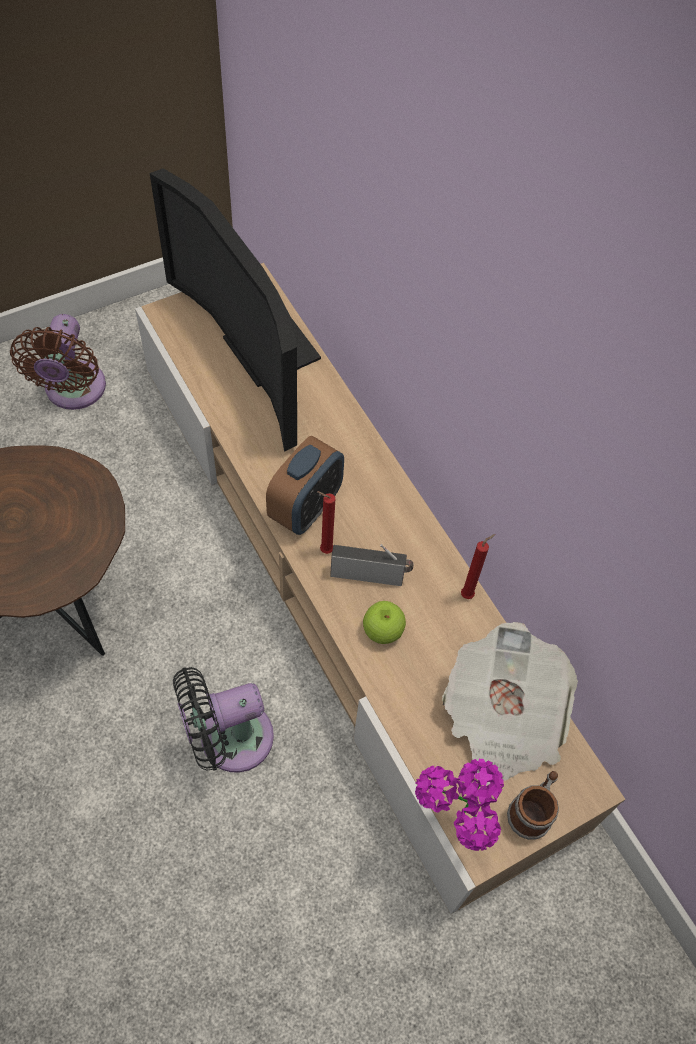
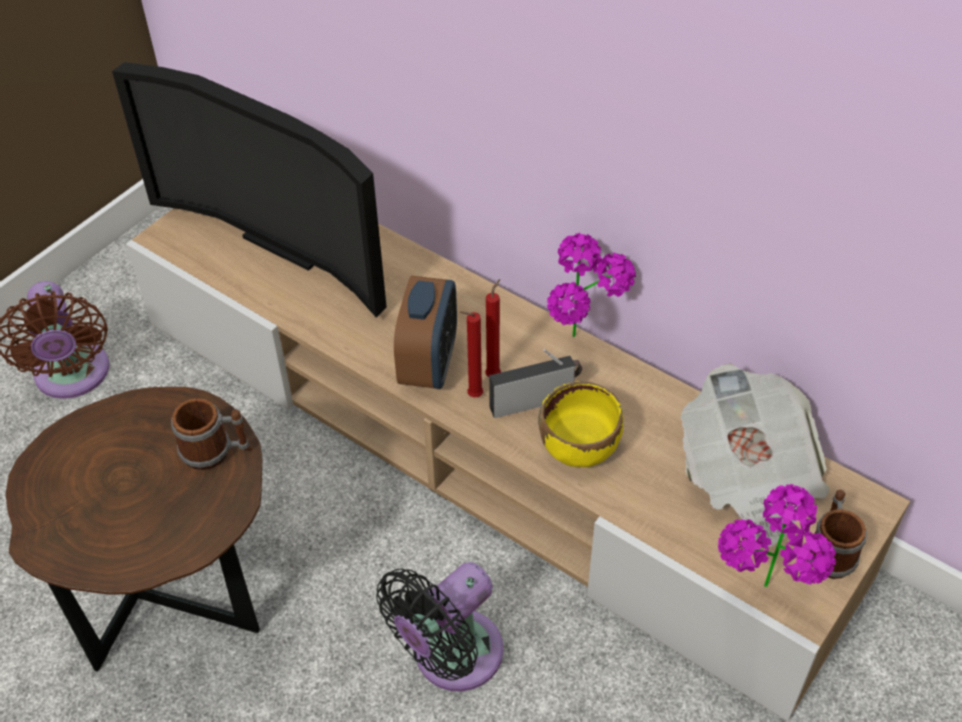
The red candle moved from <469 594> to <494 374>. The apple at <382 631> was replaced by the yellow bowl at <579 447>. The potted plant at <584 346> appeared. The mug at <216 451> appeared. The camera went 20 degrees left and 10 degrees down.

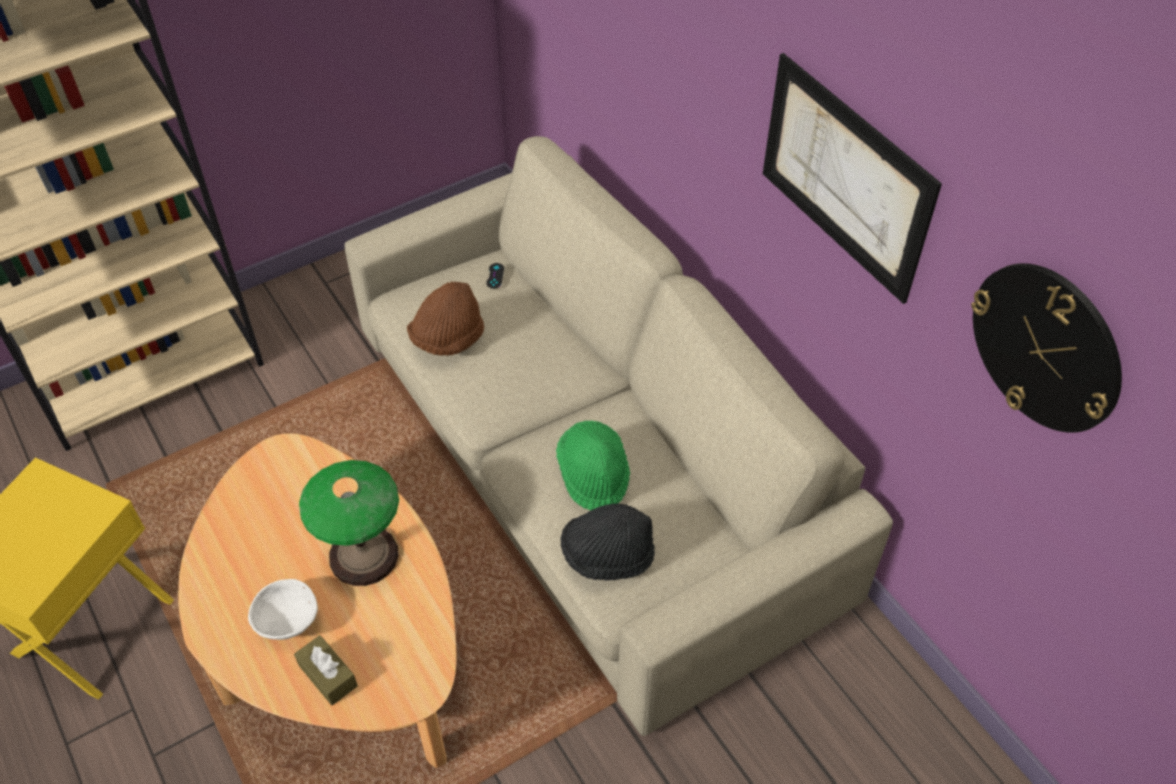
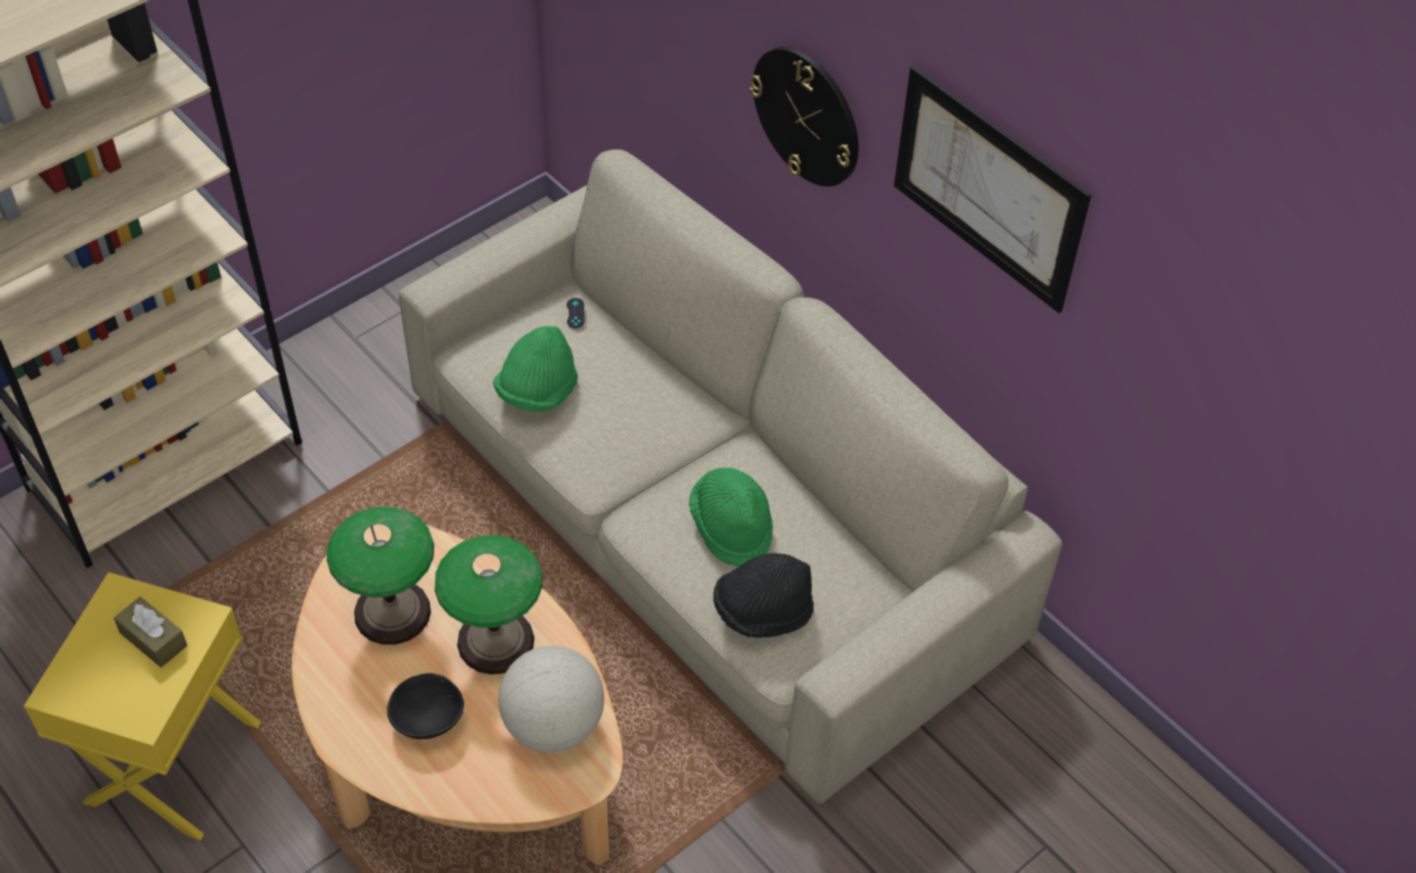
The wall clock moved from <1046 347> to <807 116>. The brown hat at <448 339> became the green hat at <537 391>. The white bowl at <287 622> became the black bowl at <427 721>. The brown tissue box moved from <328 675> to <153 639>. The table lamp at <392 613> appeared. The globe at <553 725> appeared. The camera went 10 degrees left and 0 degrees up.

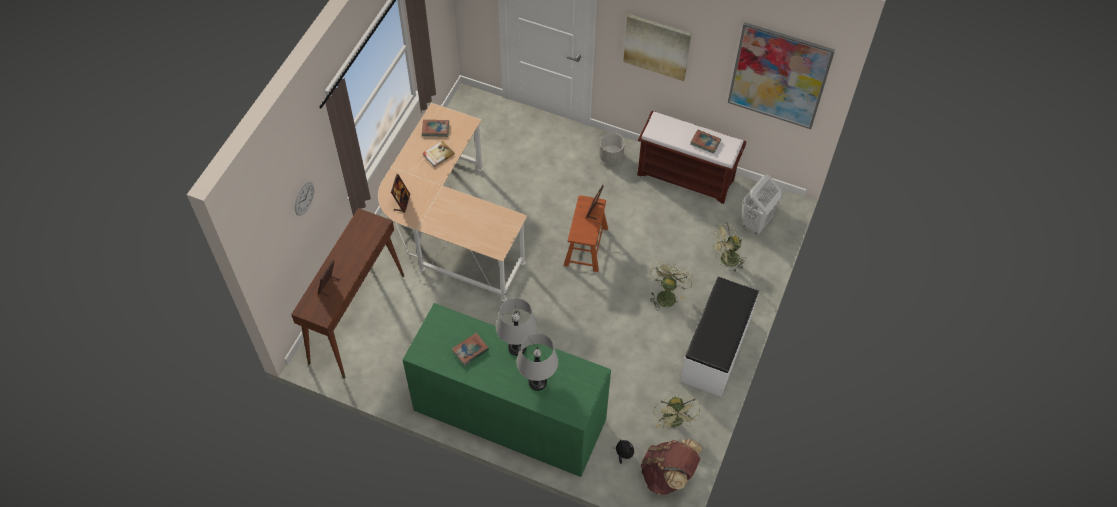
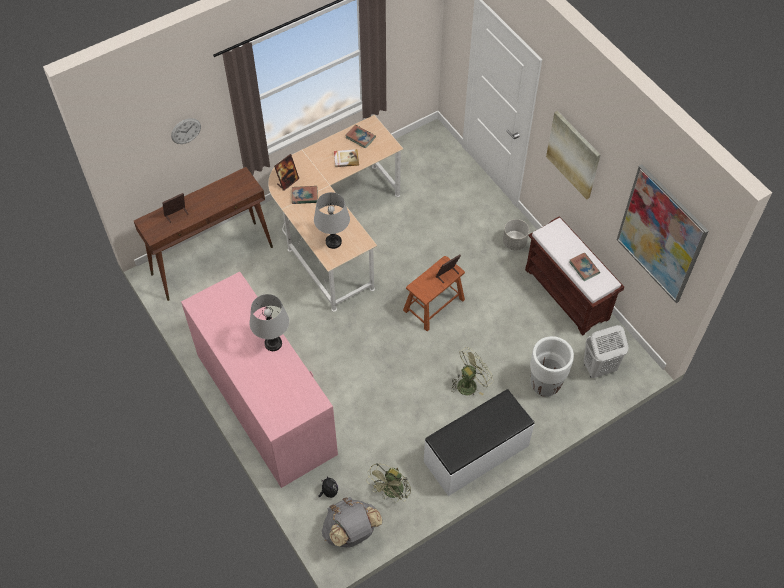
The green fan at <726 260> was replaced by the white planter at <545 385>. The green dresser at <509 414> became the pink dresser at <266 403>. The book moved from <470 350> to <304 196>. The grey table lamp moved from <537 382> to <333 242>. The brown backpack at <668 475> became the grey backpack at <351 532>. The camera went 35 degrees right and 0 degrees up.

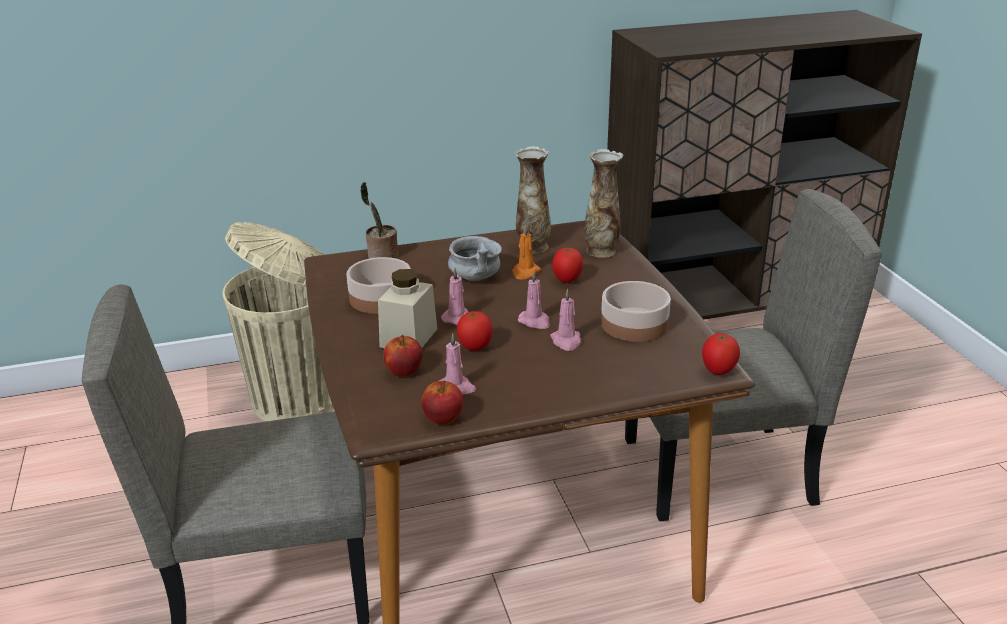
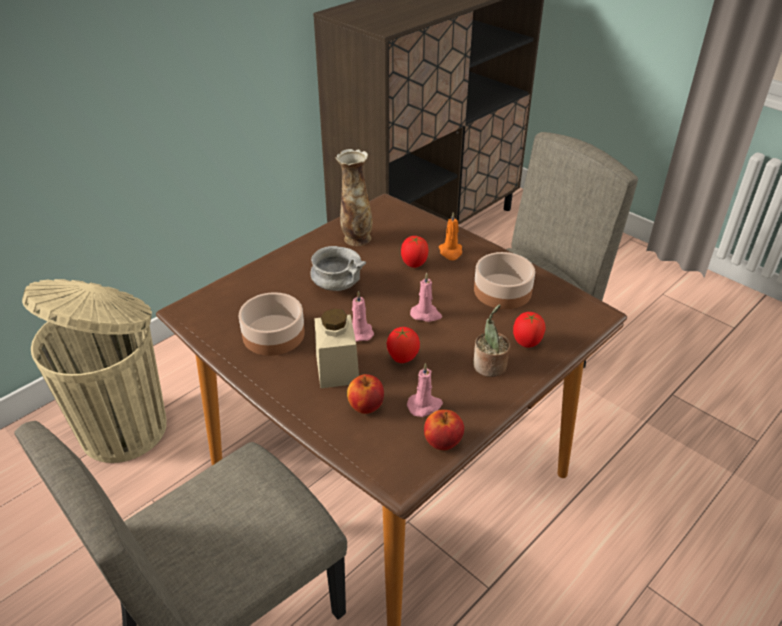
The vase at <601 251> disappeared. The potted plant moved from <381 256> to <489 367>. The orange candle moved from <525 272> to <450 252>. The pink candle at <566 341> disappeared. The tomato moved from <718 372> to <526 343>. The camera went 30 degrees left and 10 degrees up.

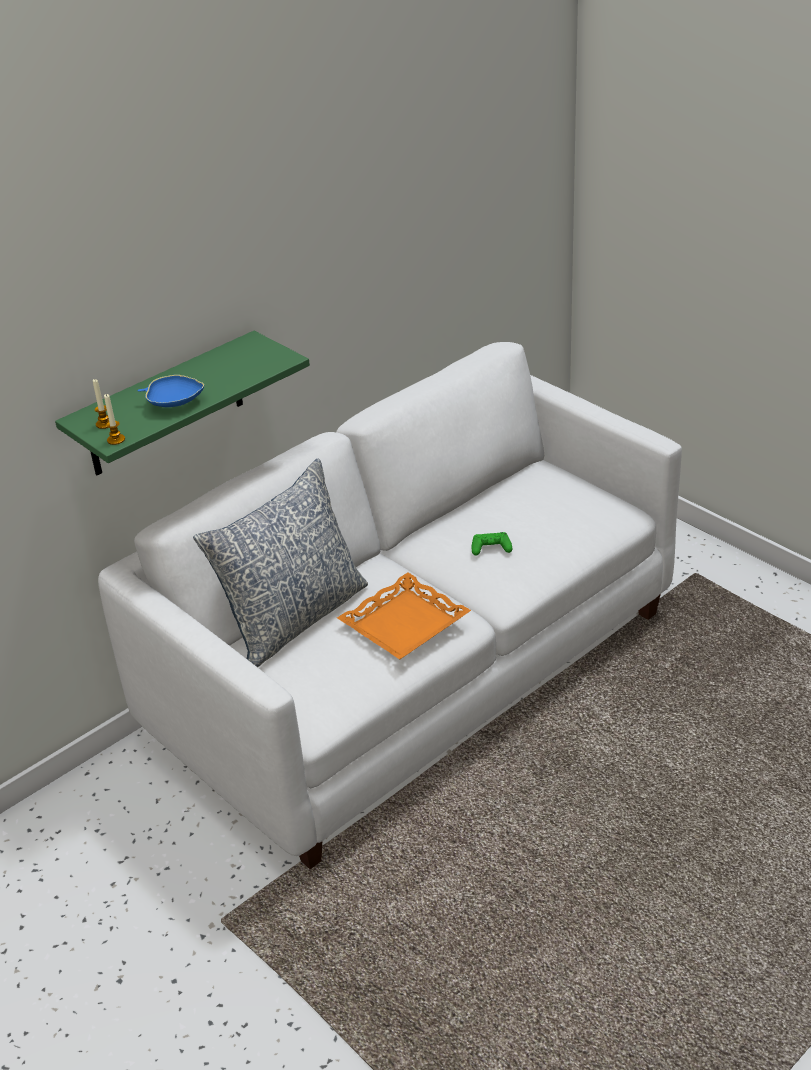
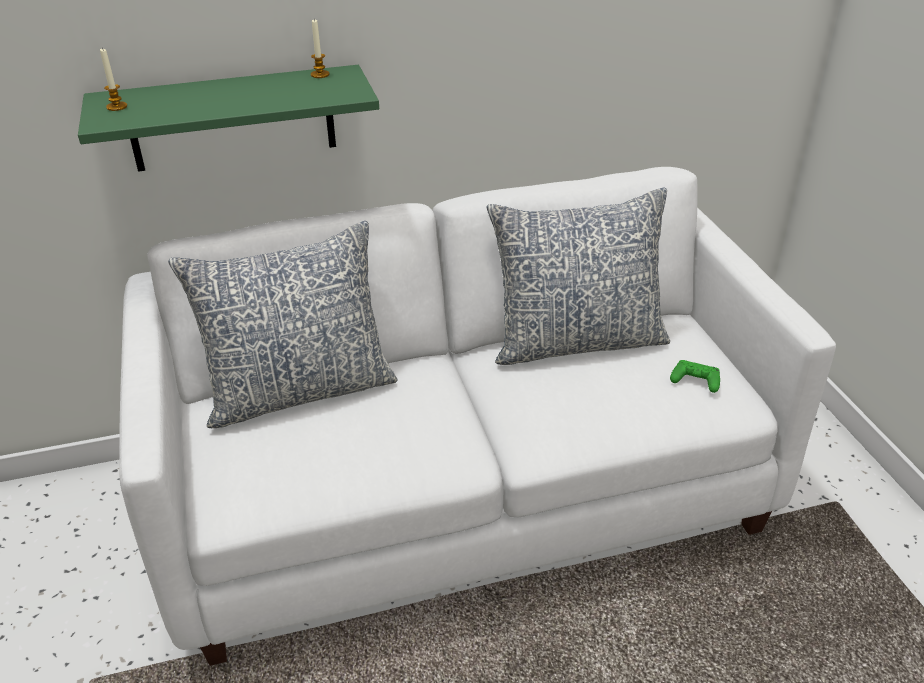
The blue bowl at <174 402> disappeared. The candle moved from <116 440> to <320 75>. The green game controller moved from <491 548> to <695 380>. The orange tray at <405 624> disappeared. The pillow at <576 341> appeared. The camera went 25 degrees right and 0 degrees up.

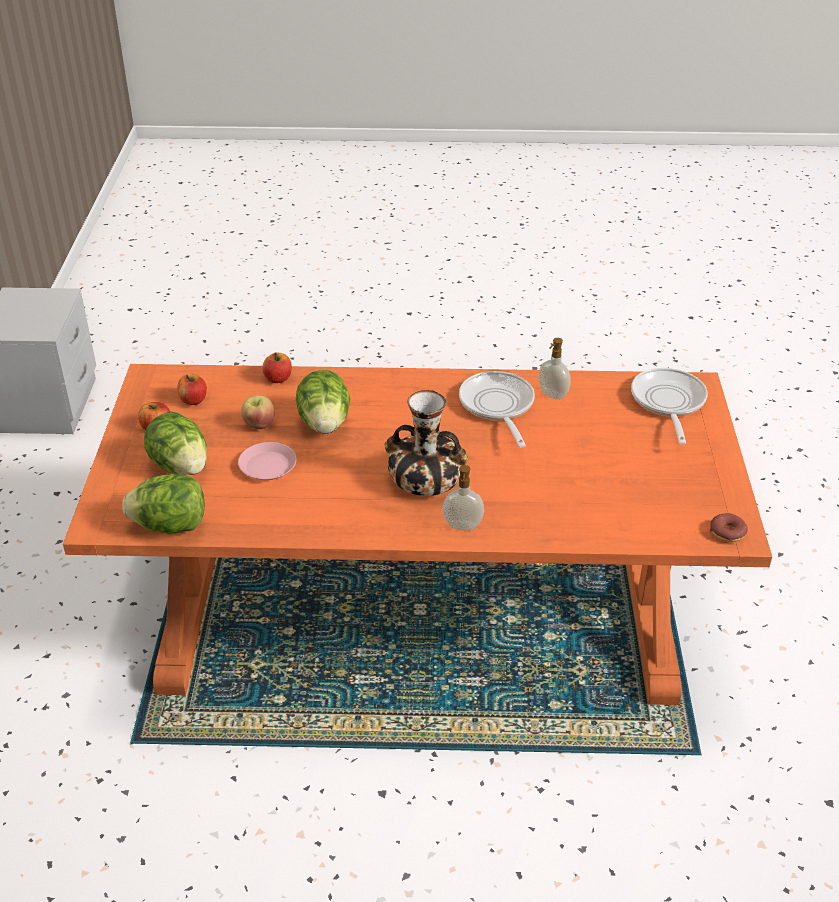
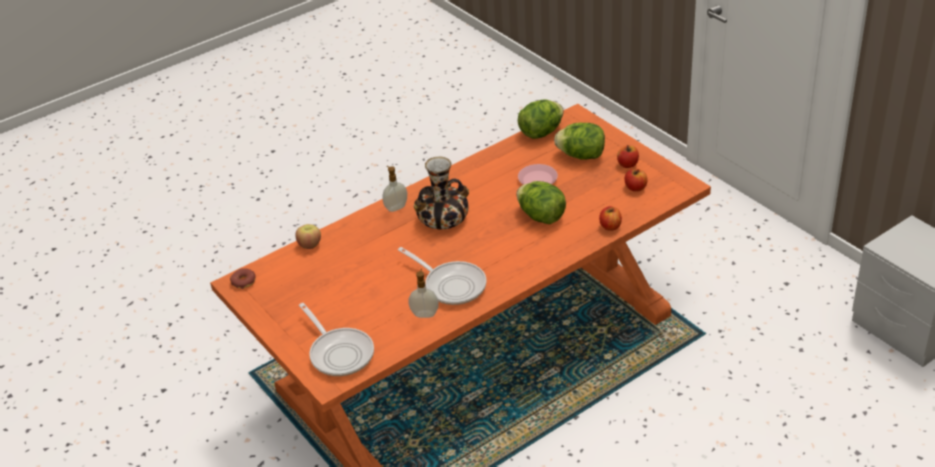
The apple moved from <259 424> to <310 245>. The camera went 145 degrees right and 0 degrees up.

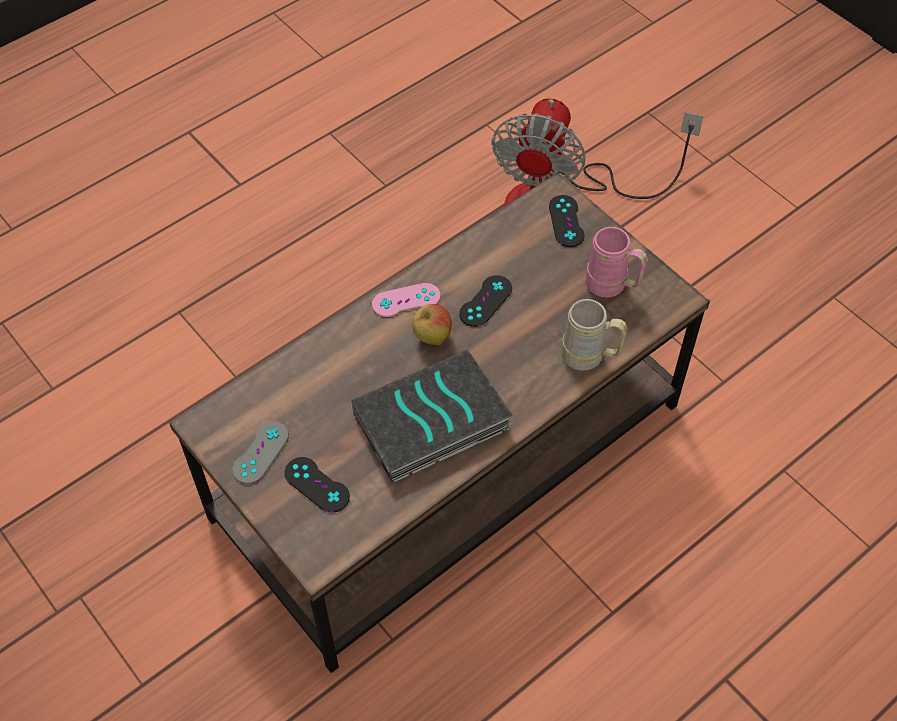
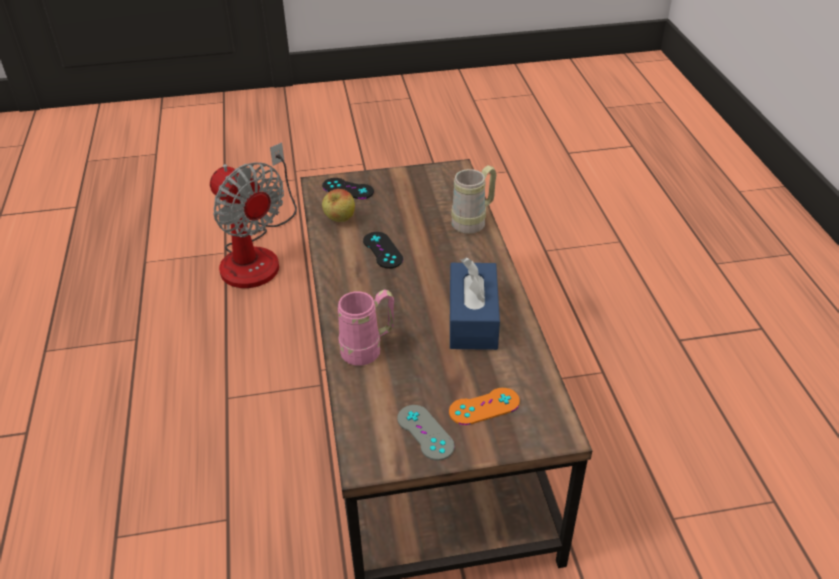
The pink mug moved from <612 287> to <368 349>. The pink game controller at <406 300> disappeared. The apple moved from <432 337> to <340 220>. The book at <430 424> was replaced by the blue tissue box at <473 319>. The black game controller at <317 485> became the orange game controller at <484 406>. The camera went 60 degrees left and 15 degrees down.

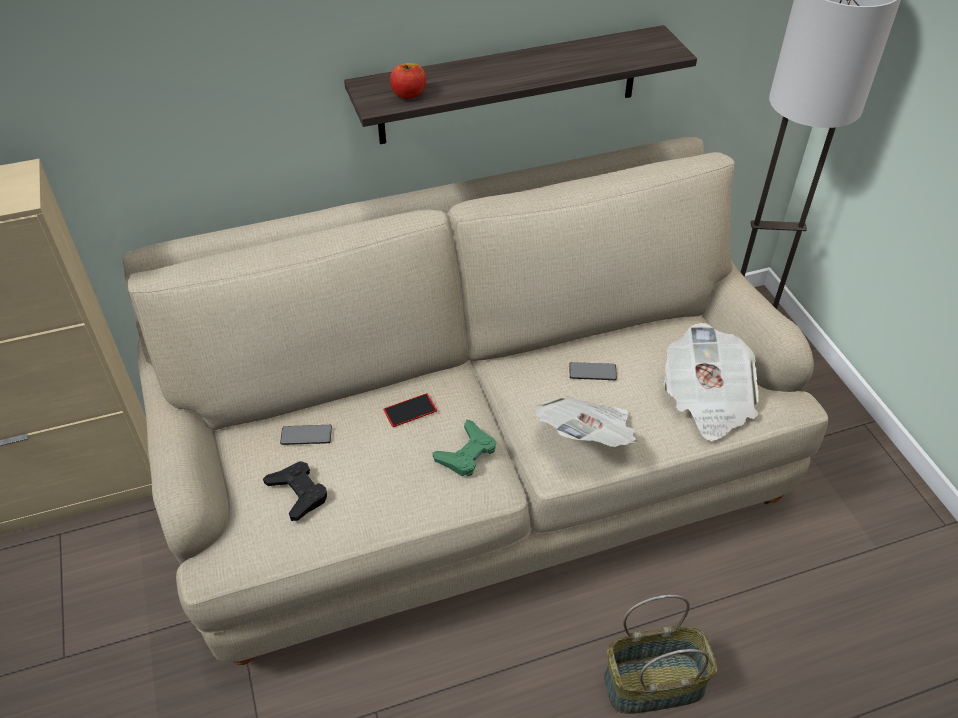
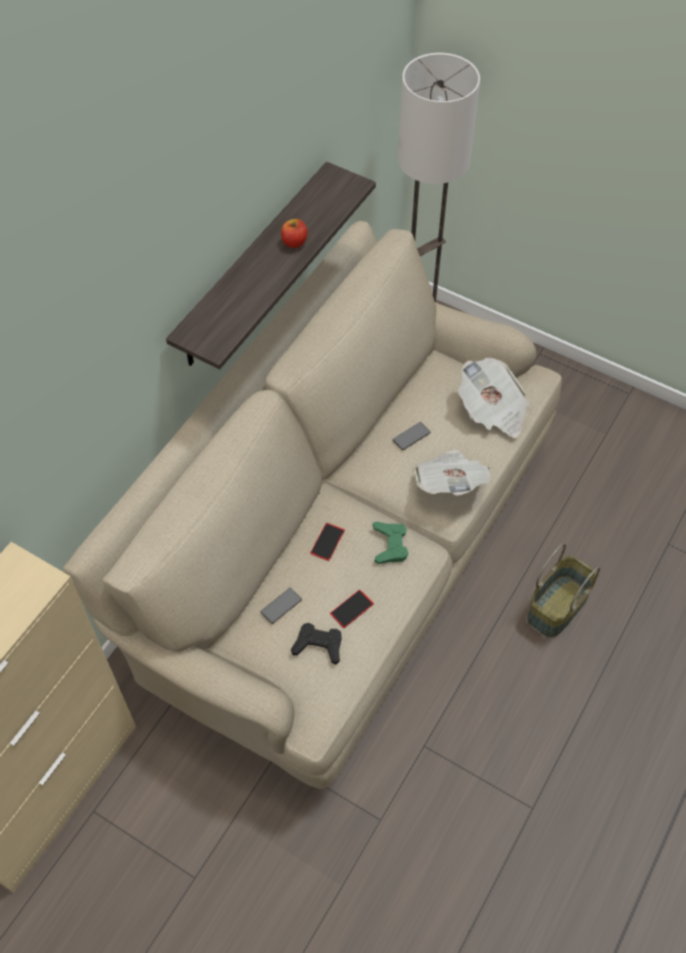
The apple moved from <408 94> to <294 242>. The phone at <351 608> appeared. The camera went 40 degrees left and 10 degrees up.

